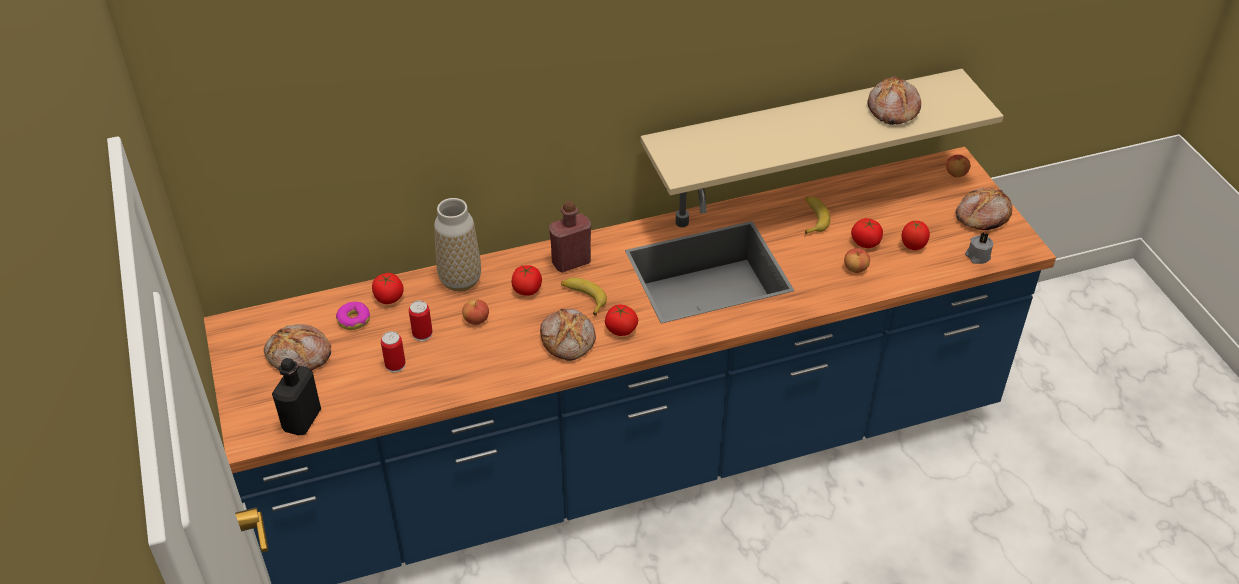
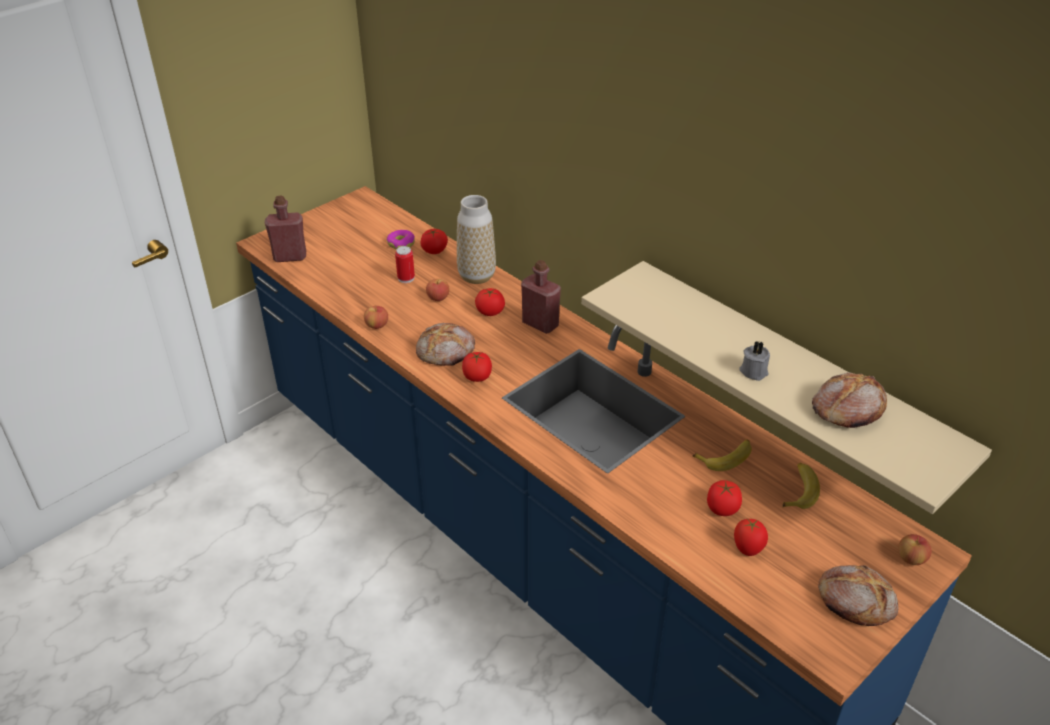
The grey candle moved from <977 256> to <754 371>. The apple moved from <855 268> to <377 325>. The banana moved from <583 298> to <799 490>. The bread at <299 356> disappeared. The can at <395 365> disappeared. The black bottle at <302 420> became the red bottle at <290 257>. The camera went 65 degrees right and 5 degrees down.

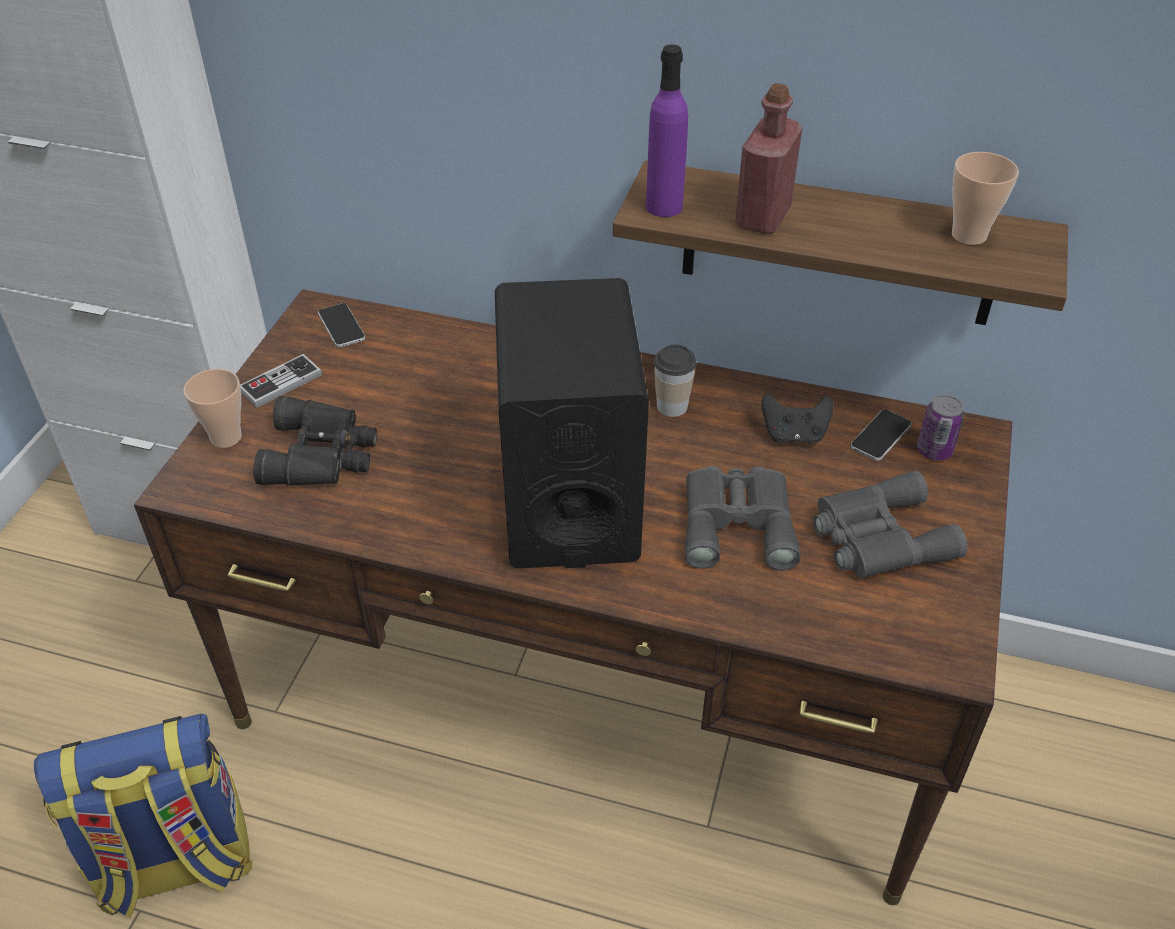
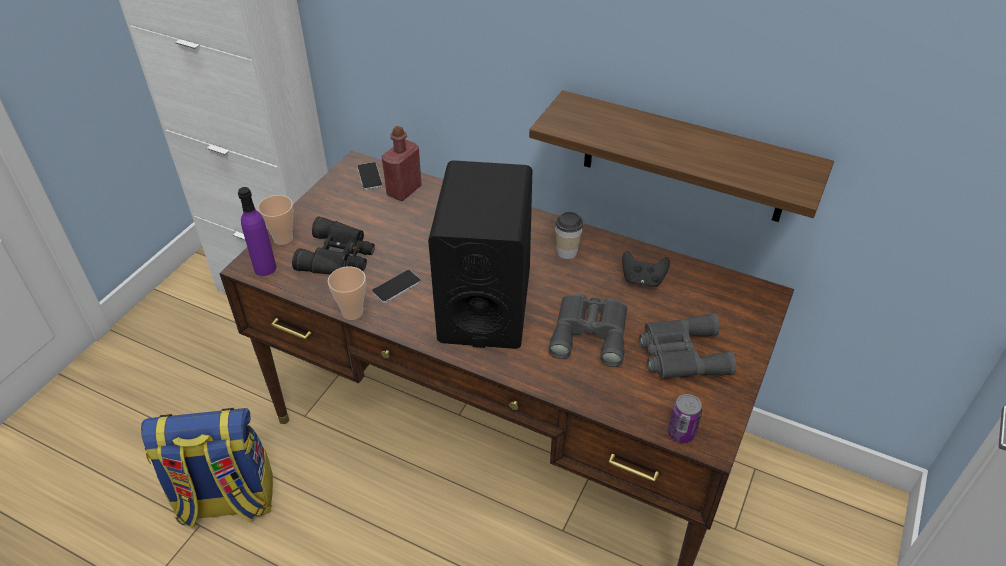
The purple bottle moved from <664 207> to <265 268>. The red bottle moved from <763 217> to <404 190>. The cup moved from <969 235> to <352 312>. The game controller at <281 383> disappeared. The can moved from <934 450> to <681 433>. The phone moved from <881 436> to <396 287>. The camera went 10 degrees right and 0 degrees up.

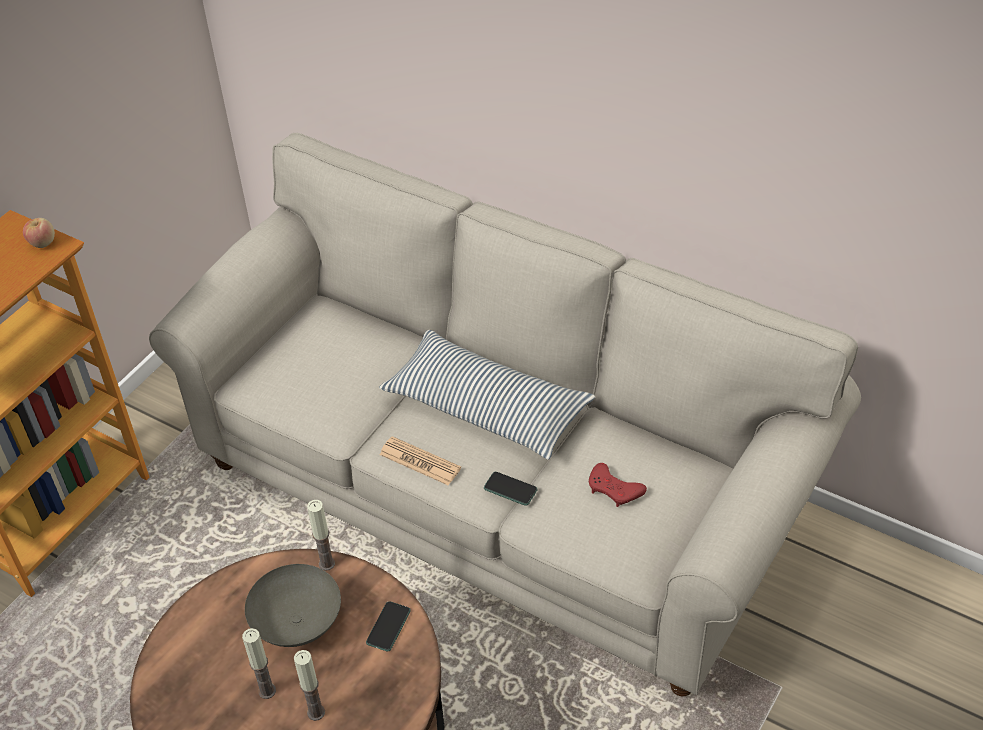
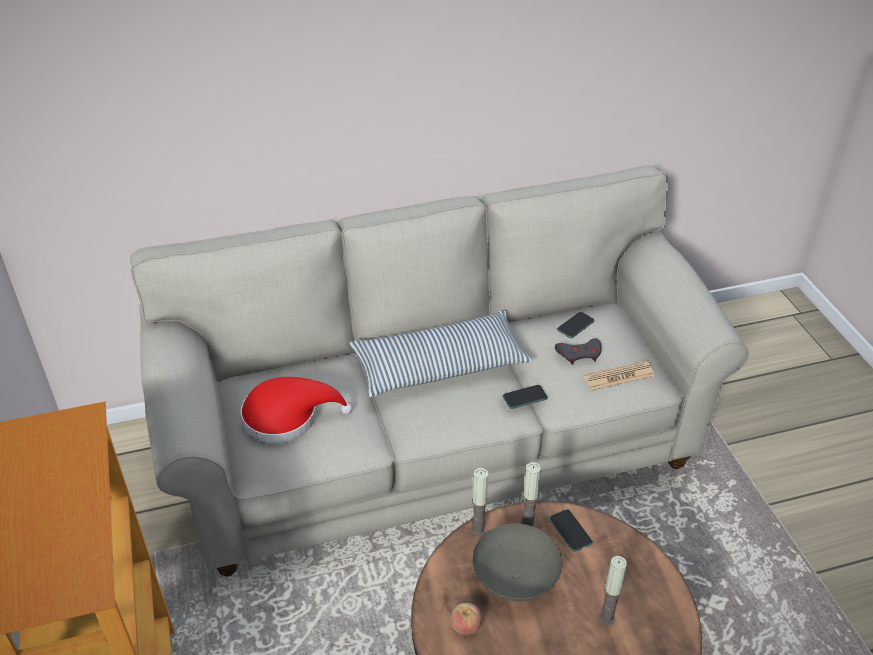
The apple moved from <42 243> to <465 626>. The newspaper moved from <420 461> to <619 376>. The red game controller at <614 489> became the grey game controller at <579 354>. The candle moved from <267 691> to <527 524>. The phone at <575 325> appeared. The red hat at <287 417> appeared. The camera went 50 degrees left and 5 degrees down.

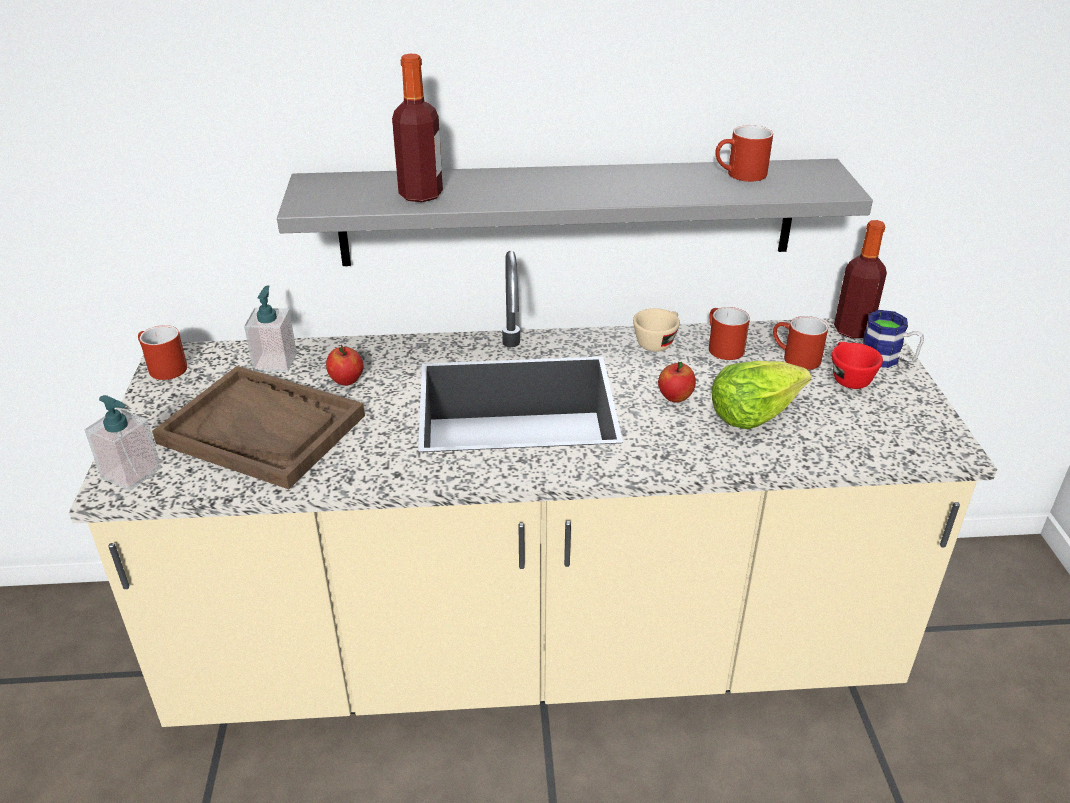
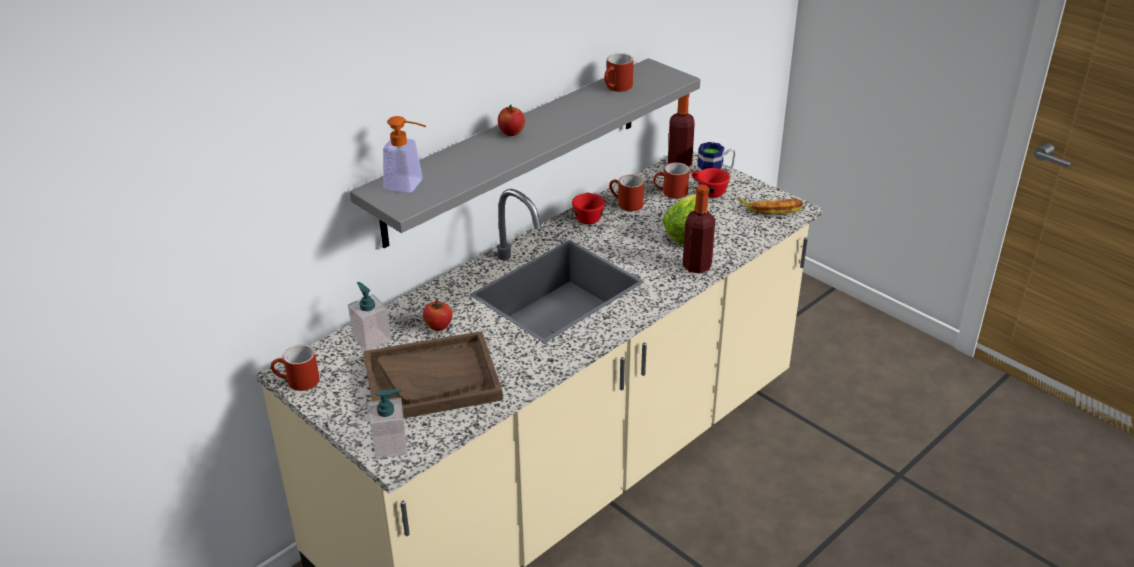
The bottle moved from <421 195> to <697 266>. The beige cup at <657 341> became the red cup at <587 216>. The apple moved from <675 397> to <511 133>. The soap dispenser at <410 186> appeared. The banana at <771 209> appeared. The camera went 40 degrees left and 0 degrees up.

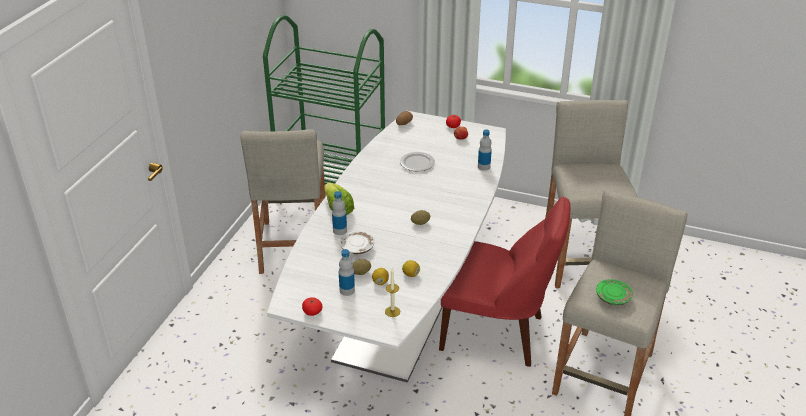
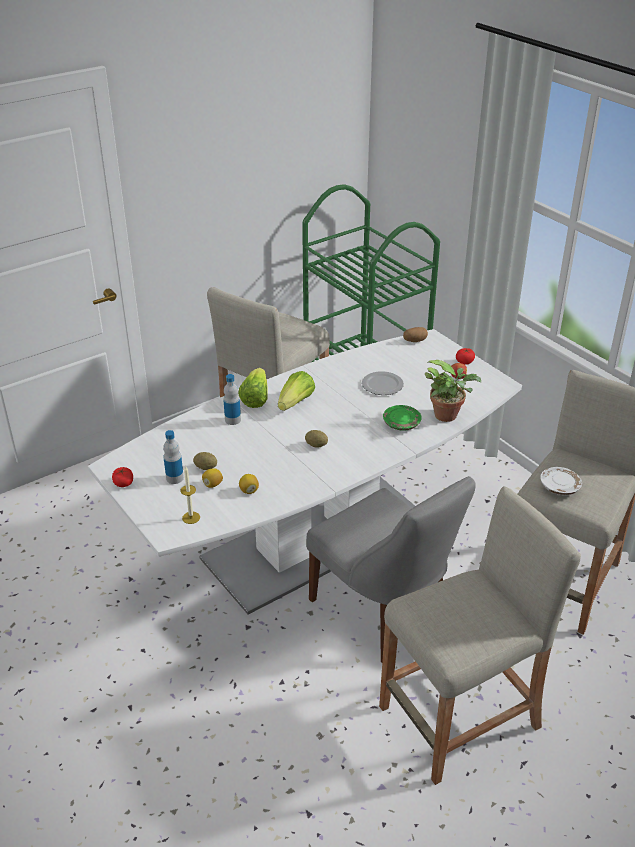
The bottle at <484 167> was replaced by the potted plant at <449 416>. The red chair at <497 333> became the grey chair at <384 613>. The white plate moved from <357 248> to <559 487>. The green plate moved from <613 297> to <401 423>. The lettuce at <296 403> appeared. The camera went 35 degrees right and 0 degrees up.

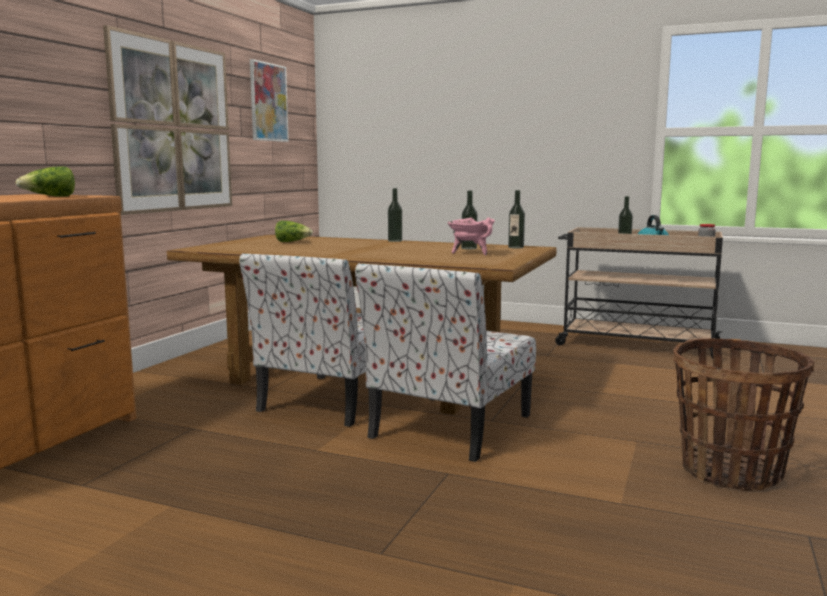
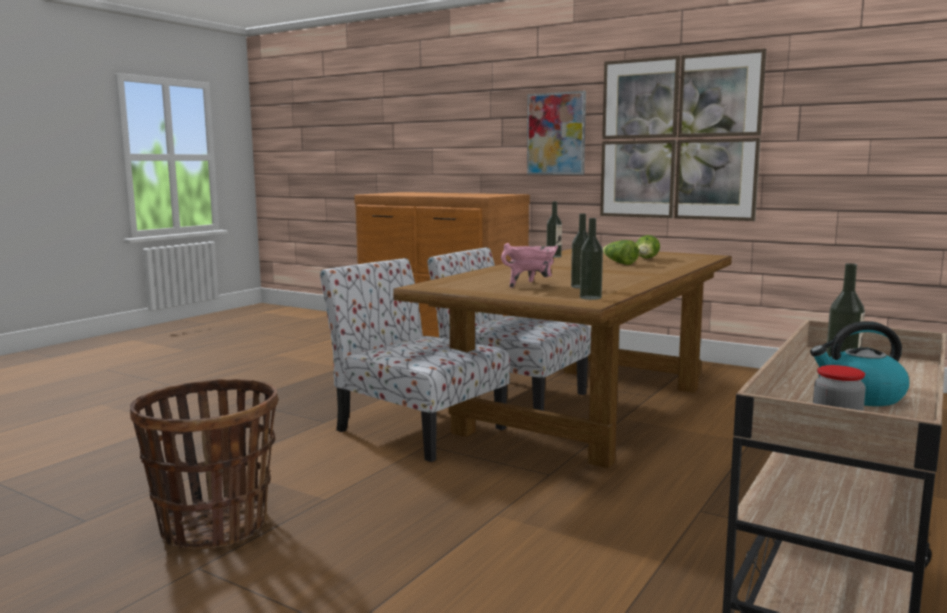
The picture moved from <268 102> to <556 134>. The lettuce moved from <50 196> to <619 263>. The bottle moved from <395 241> to <553 256>. The camera went 100 degrees right and 0 degrees up.

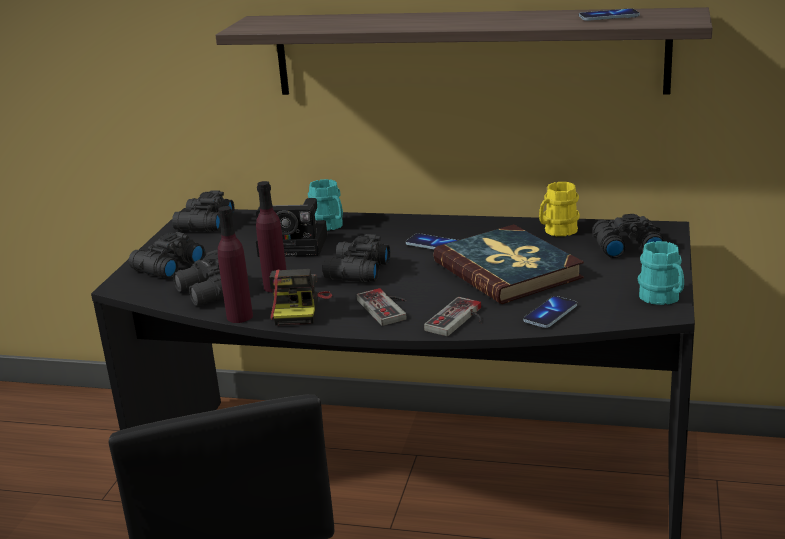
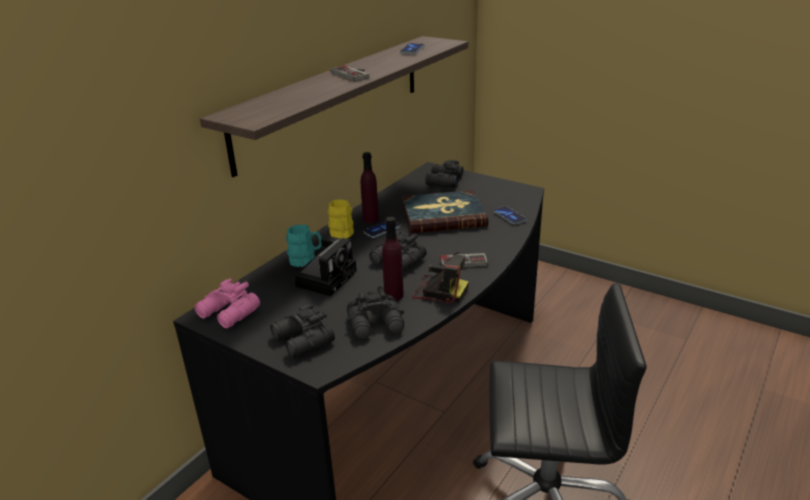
The yellow mug moved from <557 231> to <342 235>. The black binoculars at <203 224> became the pink binoculars at <228 314>. The purple bottle moved from <239 316> to <370 219>. The turquoise mug at <662 298> disappeared. The game controller moved from <460 320> to <354 74>. The camera went 70 degrees left and 5 degrees up.

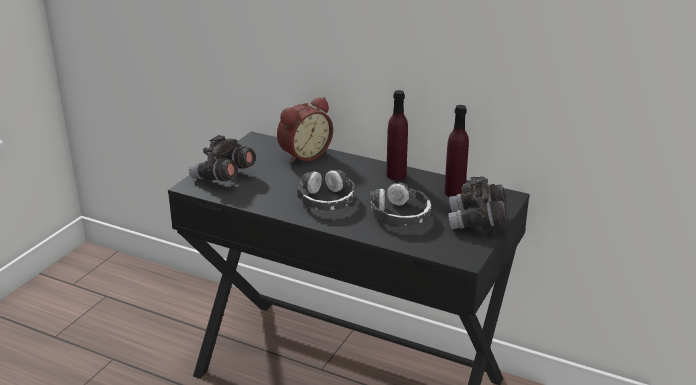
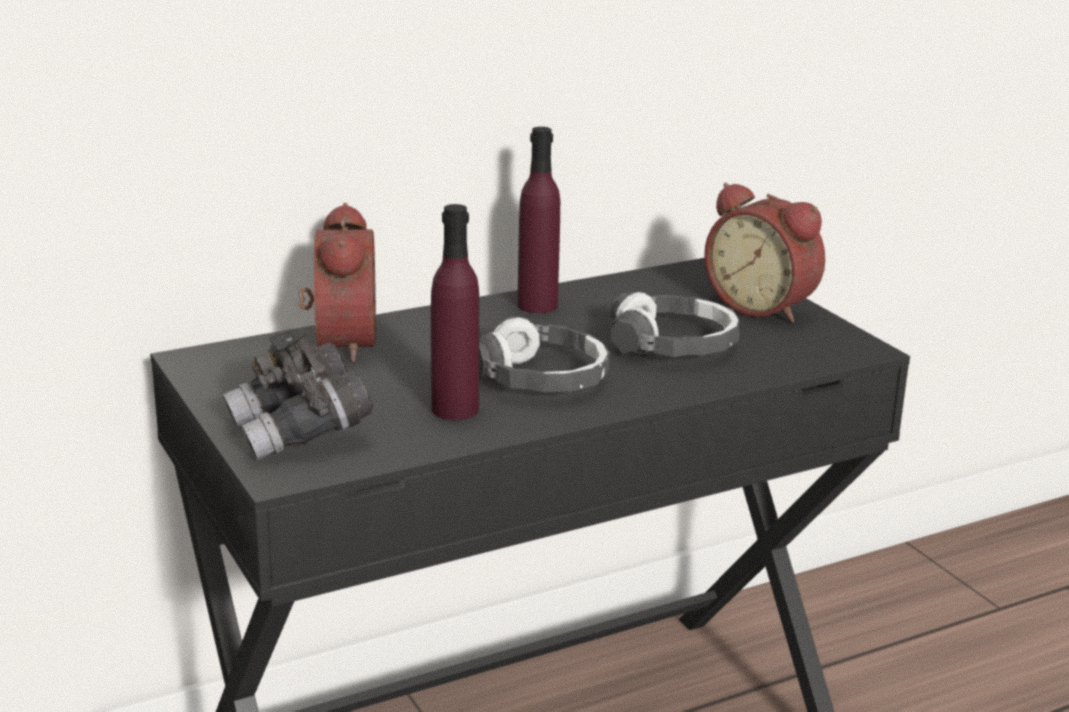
The purple bottle moved from <454 192> to <455 409>. The grey binoculars at <477 221> was replaced by the alarm clock at <763 306>. The camera went 55 degrees left and 5 degrees down.

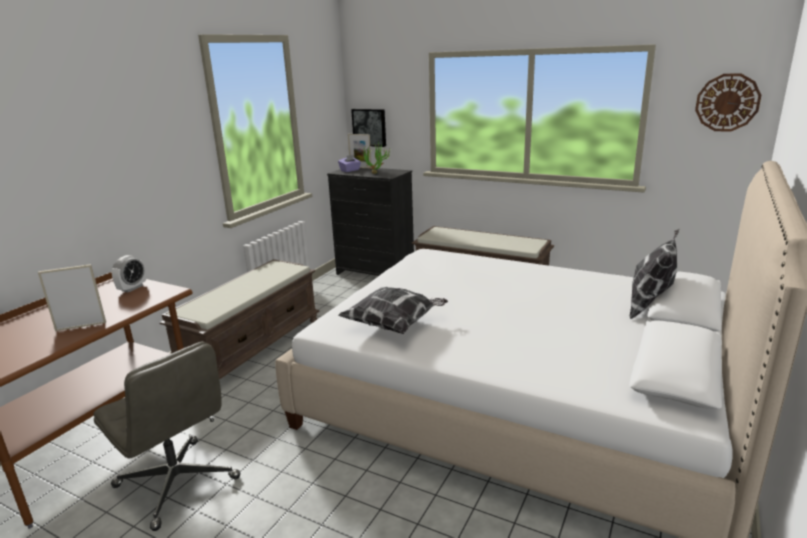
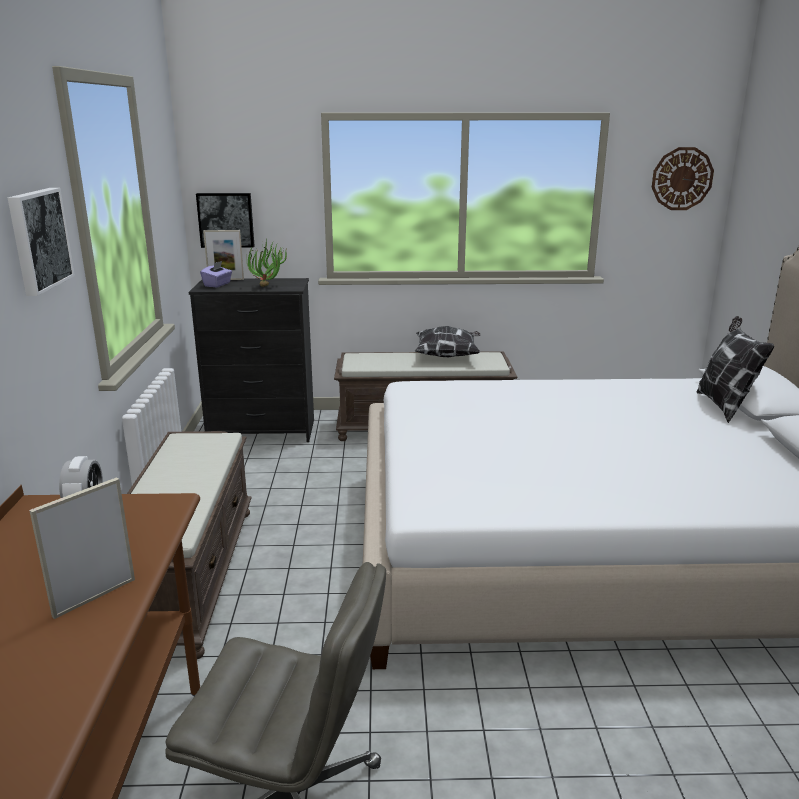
The pillow moved from <395 325> to <448 356>. The picture at <38 240> appeared. The camera went 30 degrees left and 0 degrees up.

